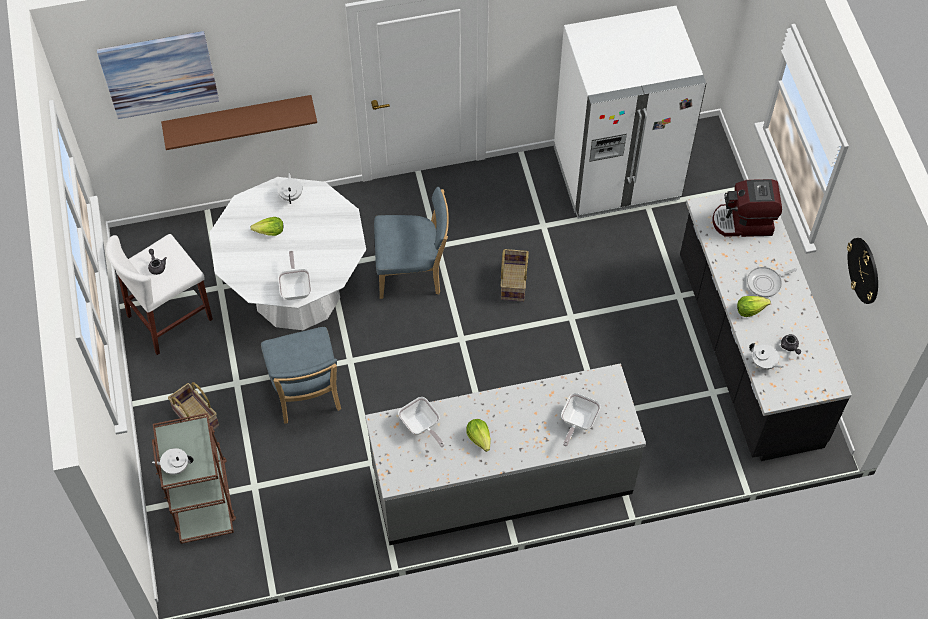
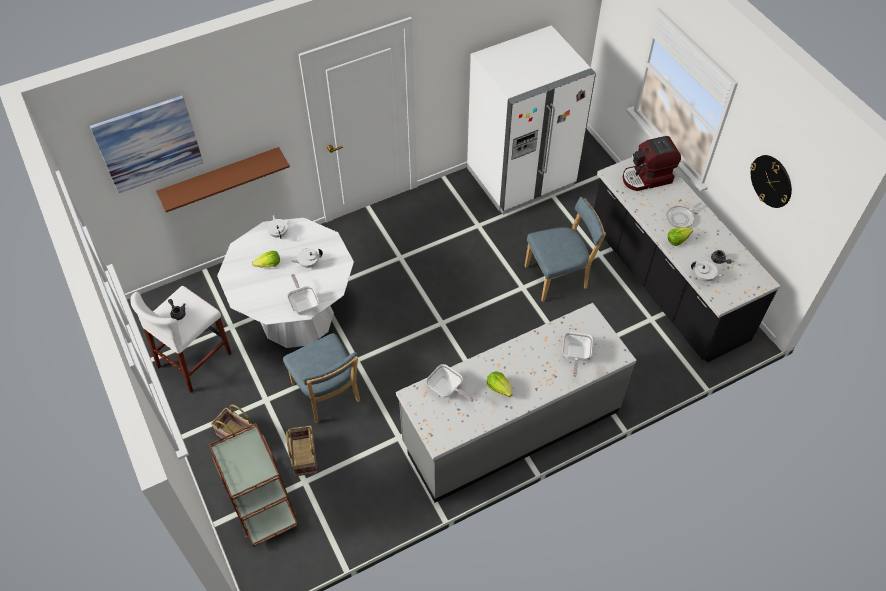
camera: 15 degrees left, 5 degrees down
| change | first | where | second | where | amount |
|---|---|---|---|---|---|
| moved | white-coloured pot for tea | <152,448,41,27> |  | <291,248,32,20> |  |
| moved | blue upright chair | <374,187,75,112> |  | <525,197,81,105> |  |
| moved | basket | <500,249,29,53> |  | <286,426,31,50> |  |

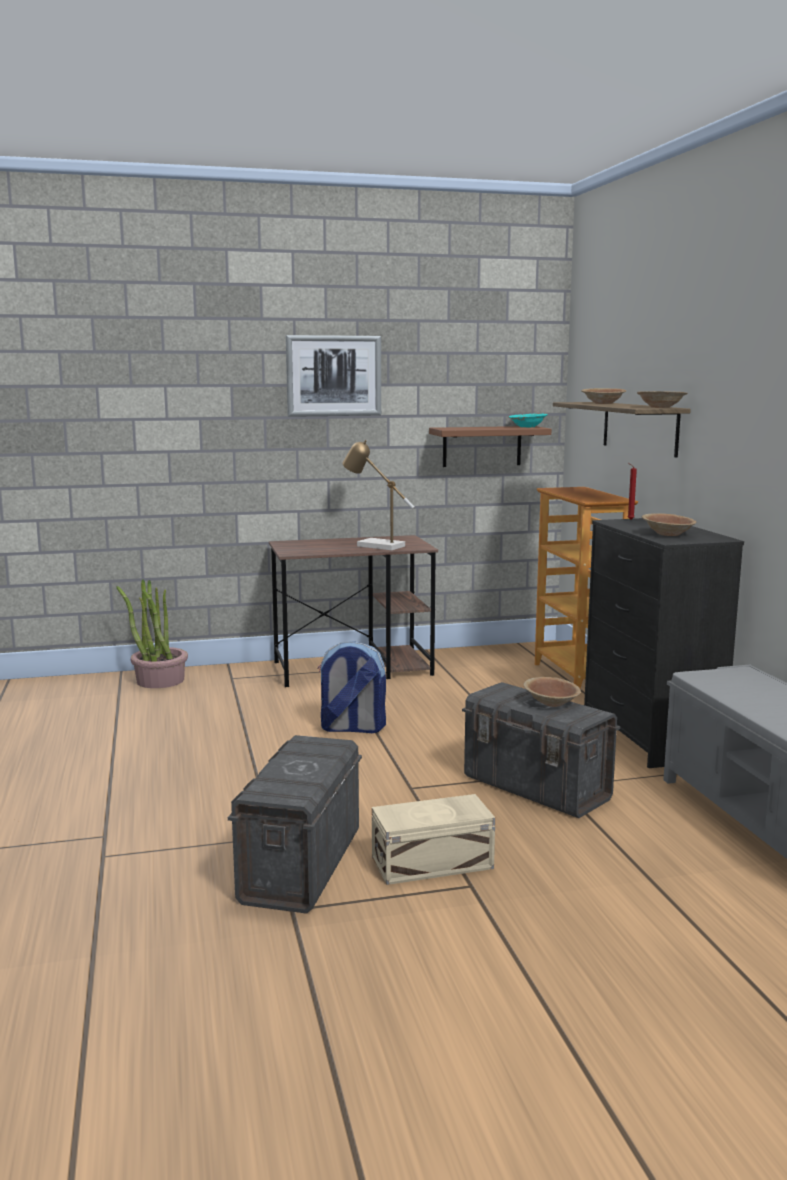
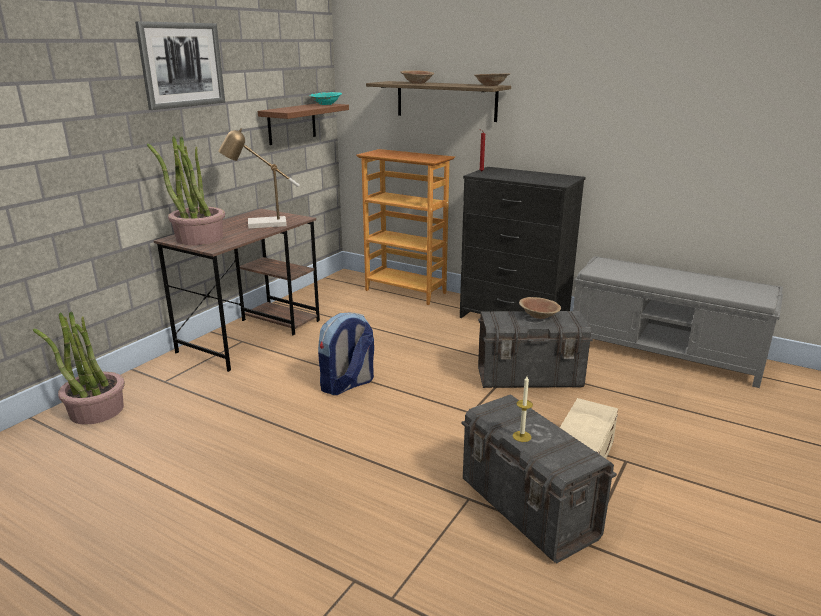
camera: 45 degrees left, 10 degrees up
| change | first | where | second | where | amount |
|---|---|---|---|---|---|
| removed | brown deep dish | <642,513,54,23> |  |  |  |
| added |  |  | potted plant | <147,136,78,109> |  |
| added |  |  | candle | <513,377,20,65> |  |

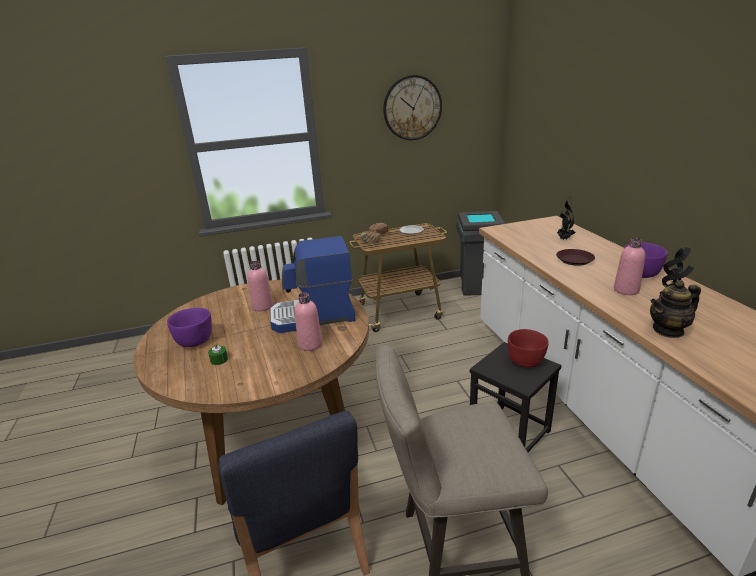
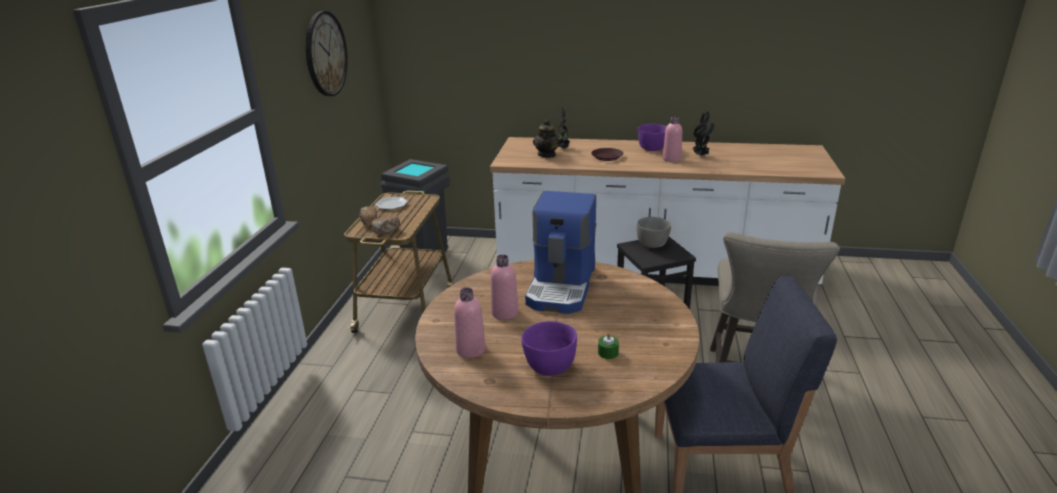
camera: 65 degrees left, 0 degrees up
| change | first | where | second | where | amount |
|---|---|---|---|---|---|
| moved | pinkish beverage bottle | <295,293,27,58> |  | <454,287,32,71> |  |
| recoloured | reddish deep dish | <508,329,41,38> | grey deep dish | <637,217,34,31> |  |
| moved | pot for tea | <650,280,51,58> |  | <533,119,27,39> |  |

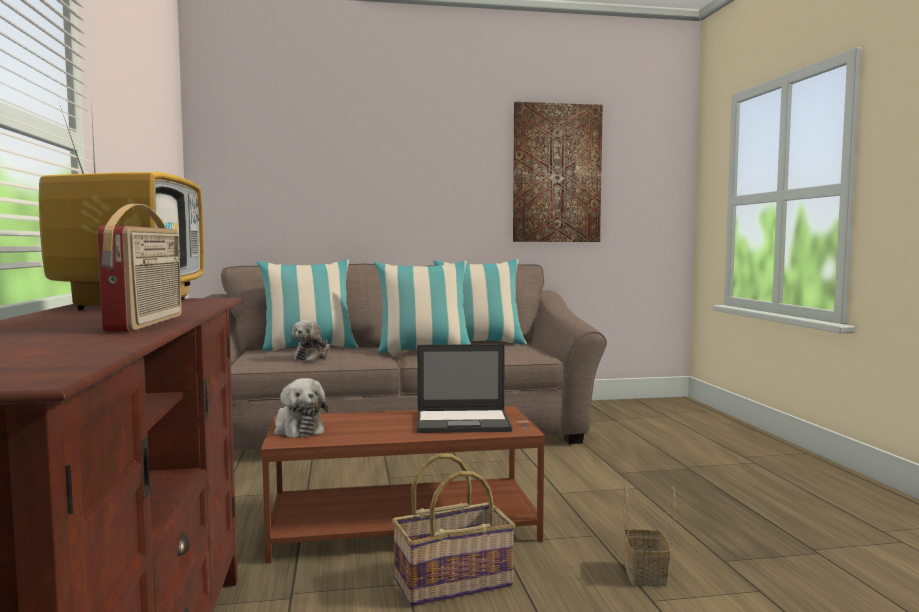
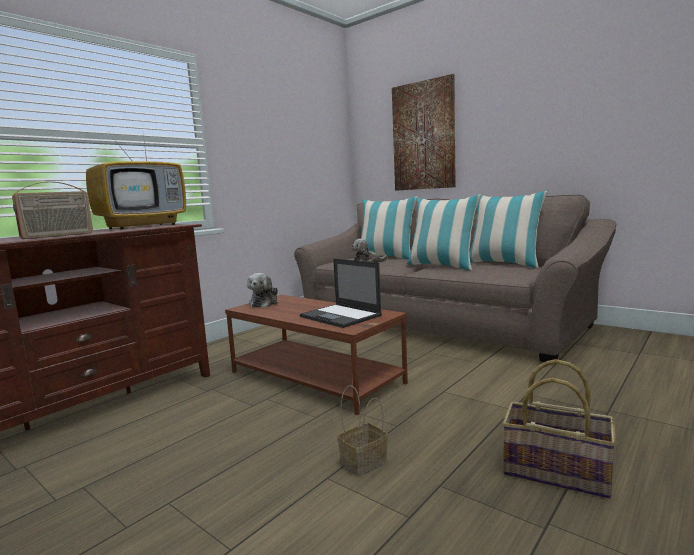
camera: 50 degrees right, 5 degrees up
| change | first | where | second | where | amount |
|---|---|---|---|---|---|
| moved | basket | <392,454,123,152> |  | <502,359,114,139> |  |
| moved | picture | <513,102,90,140> |  | <392,74,64,117> |  |

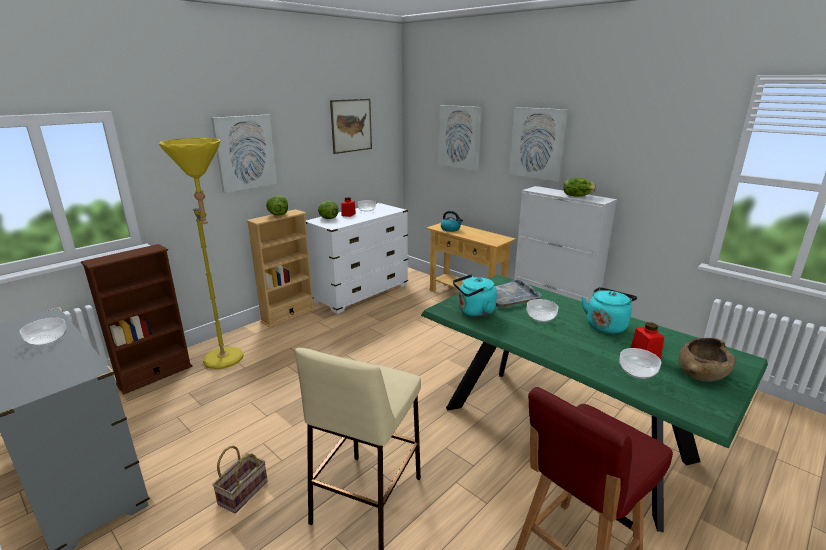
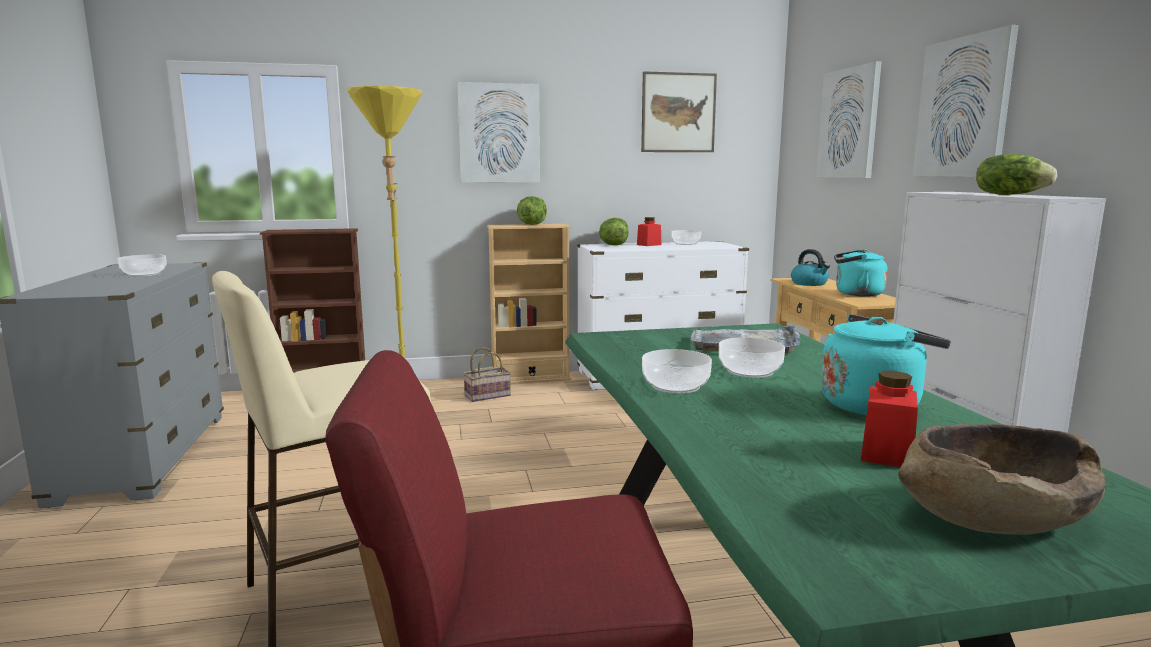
camera: 35 degrees right, 10 degrees down
| change | first | where | second | where | amount |
|---|---|---|---|---|---|
| moved | basket | <212,446,56,68> |  | <463,347,48,55> |  |
| moved | turquoise kettle | <453,274,44,43> |  | <834,249,53,48> |  |
| moved | deep dish | <619,348,42,31> |  | <642,349,70,45> |  |

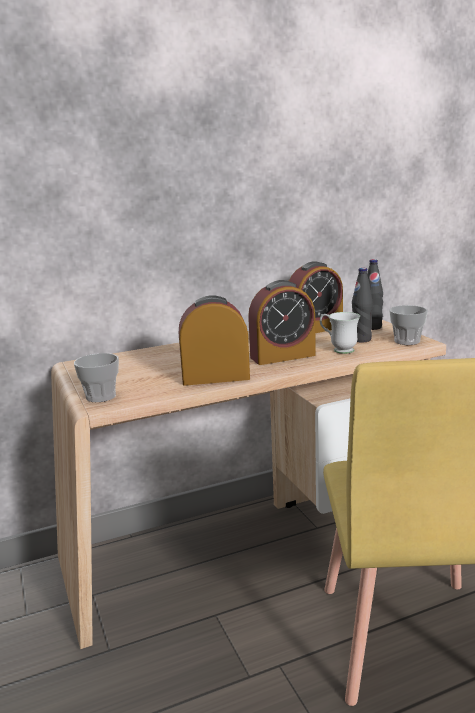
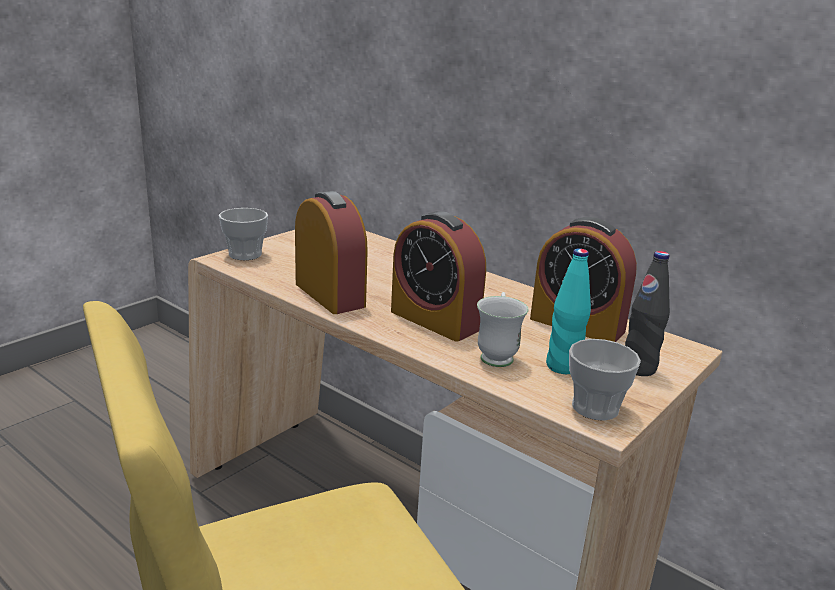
camera: 60 degrees right, 5 degrees up
| change | first | where | second | where | amount |
|---|---|---|---|---|---|
| recoloured | blackish beverage bottle | <352,268,21,75> | turquoise beverage bottle | <546,249,45,125> |  |

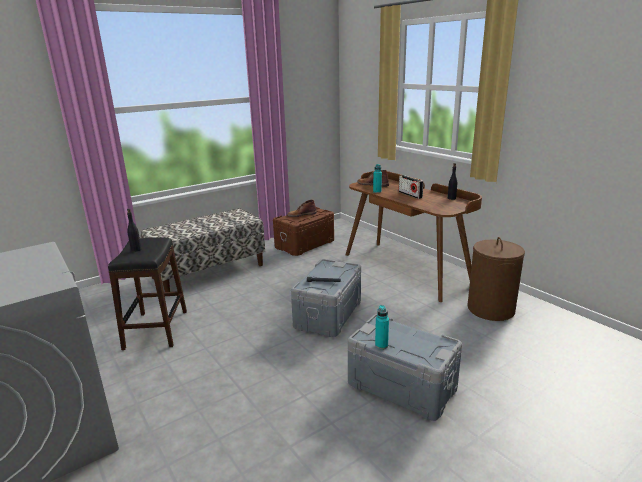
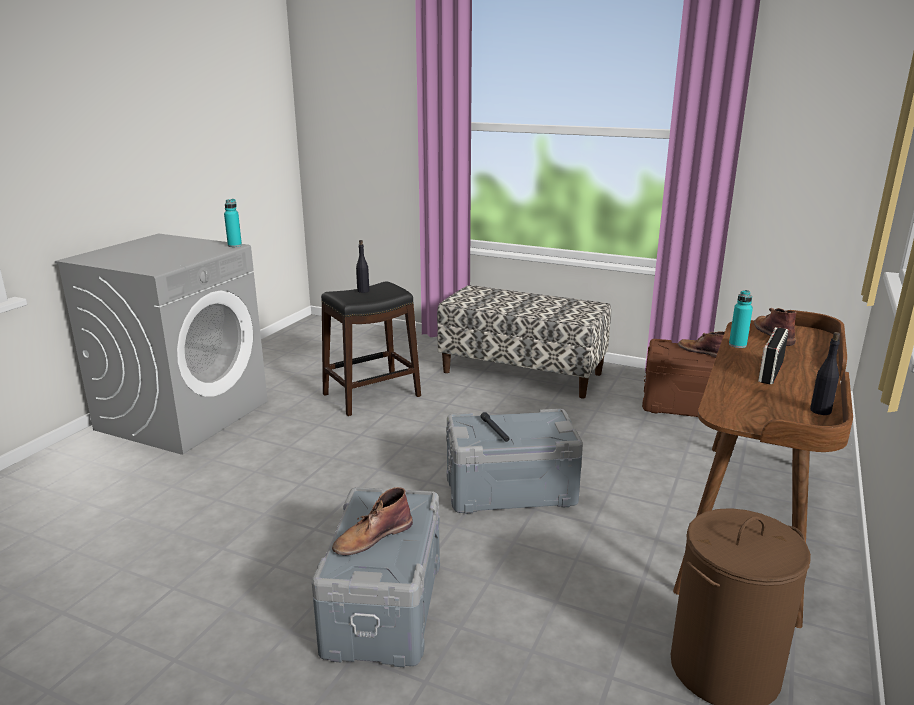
camera: 60 degrees right, 0 degrees up
| change | first | where | second | where | amount |
|---|---|---|---|---|---|
| moved | turquoise beverage bottle | <375,305,14,44> |  | <224,199,18,48> |  |
| added |  |  | brown tall boot | <332,487,81,69> |  |

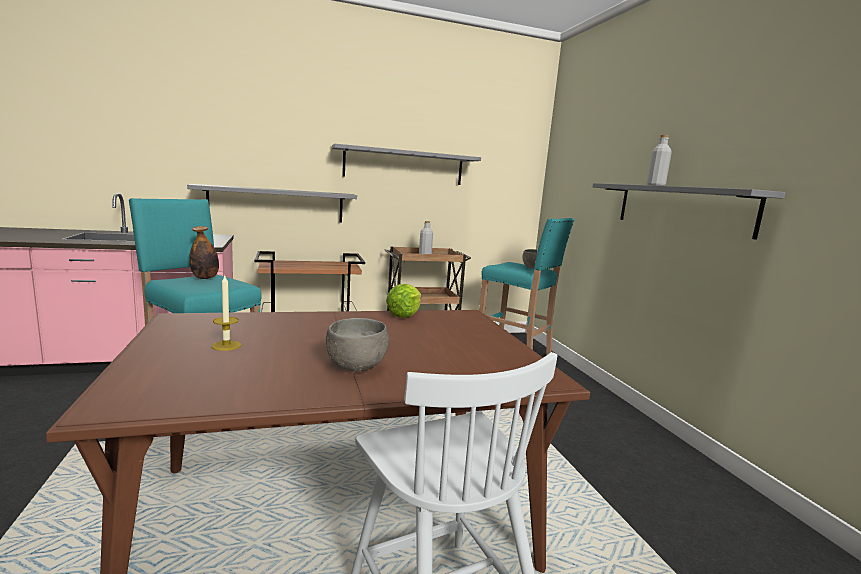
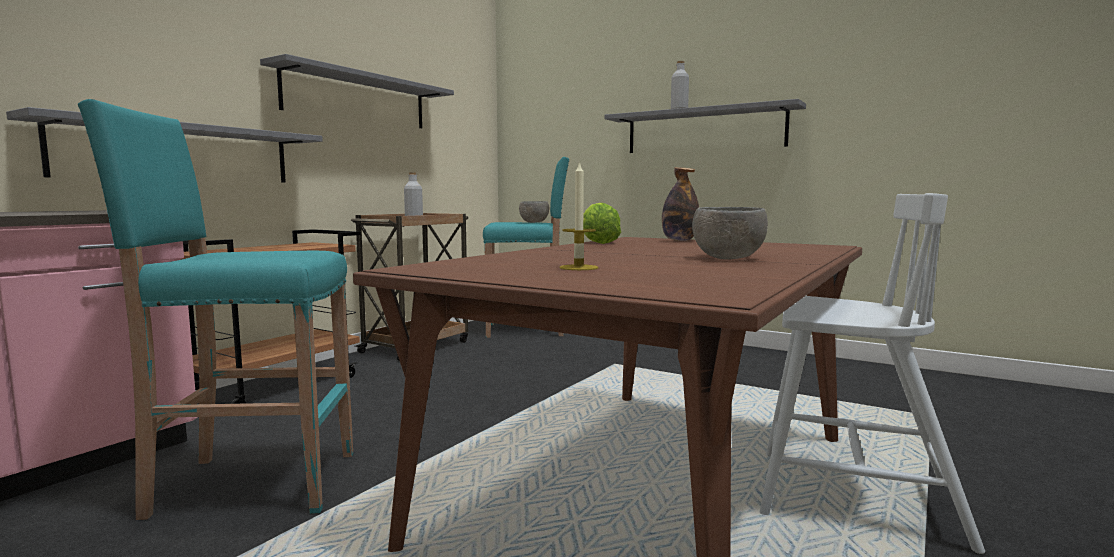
camera: 40 degrees left, 5 degrees down
| change | first | where | second | where | amount |
|---|---|---|---|---|---|
| moved | beverage bottle | <189,226,30,53> |  | <662,167,37,74> |  |

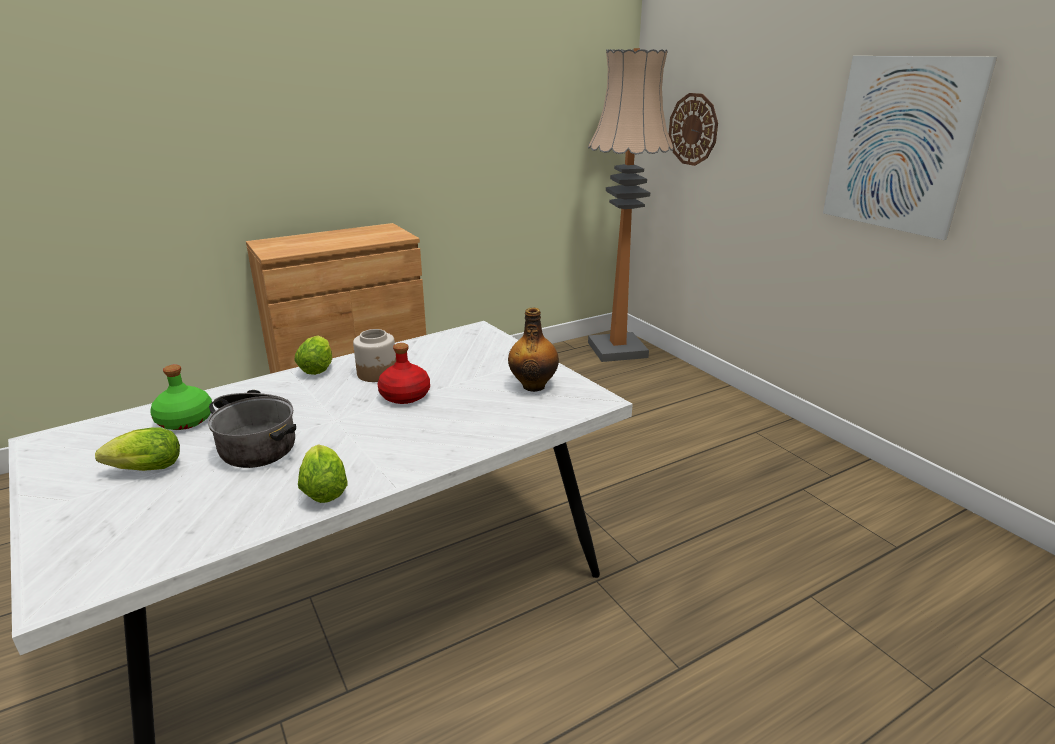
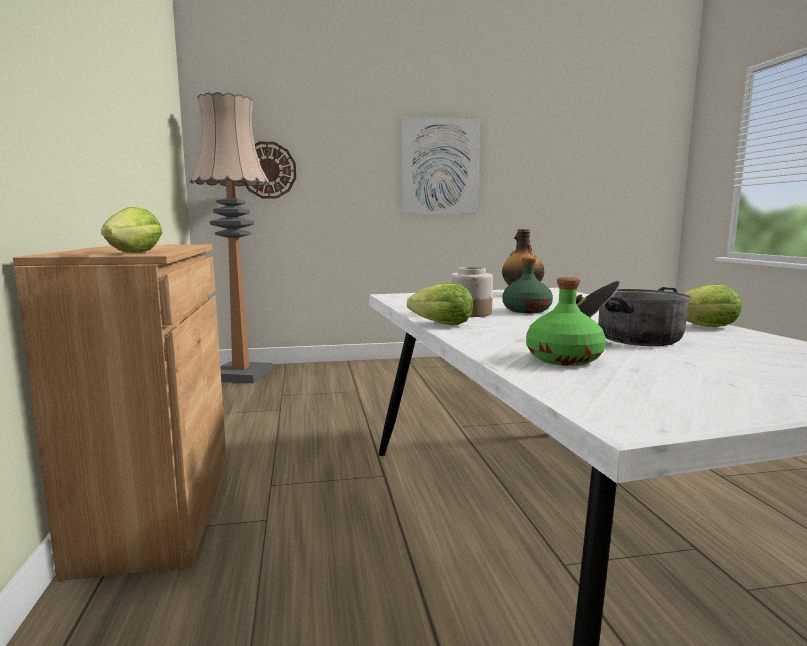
camera: 70 degrees left, 15 degrees down
| change | first | where | second | where | amount |
|---|---|---|---|---|---|
| moved | lettuce head | <95,427,85,44> |  | <101,207,61,46> |  |
| recoloured | reddish beverage bottle | <377,343,53,61> | green beverage bottle | <502,257,51,56> |  |

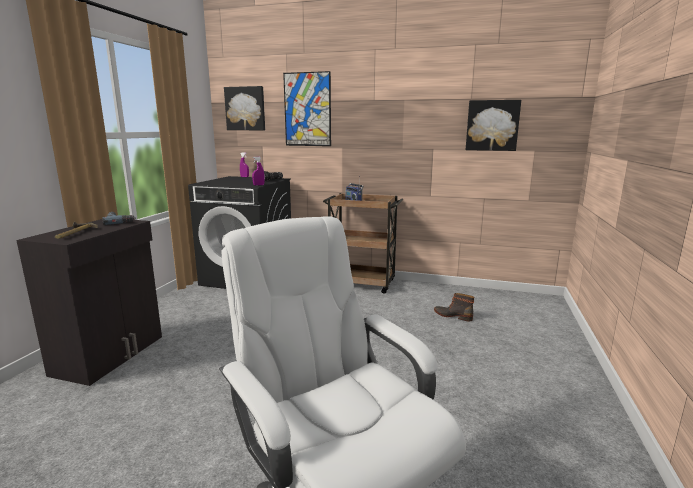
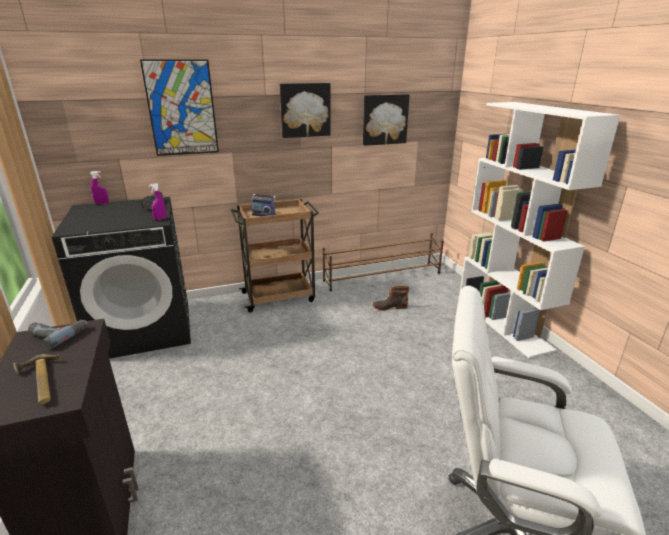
camera: 35 degrees left, 10 degrees up
| change | first | where | second | where | amount |
|---|---|---|---|---|---|
| moved | picture | <224,86,41,44> |  | <280,83,51,55> |  |
| added |  |  | brown shoe stand | <323,234,121,58> |  |
| added |  |  | white-coloured shelving unit | <459,102,162,256> |  |

